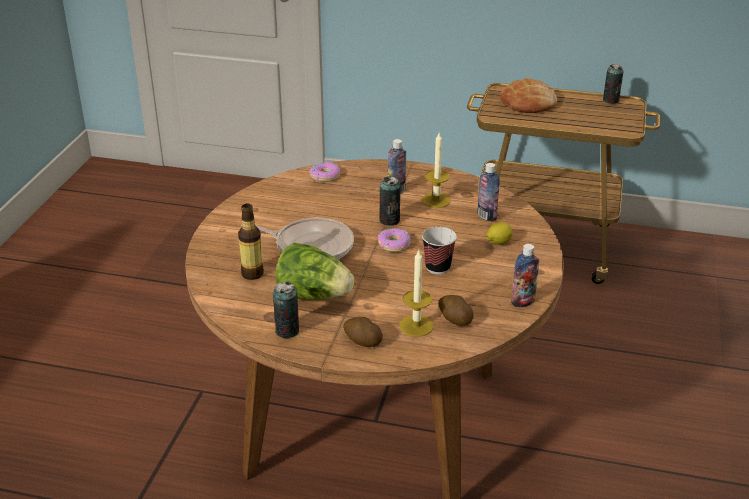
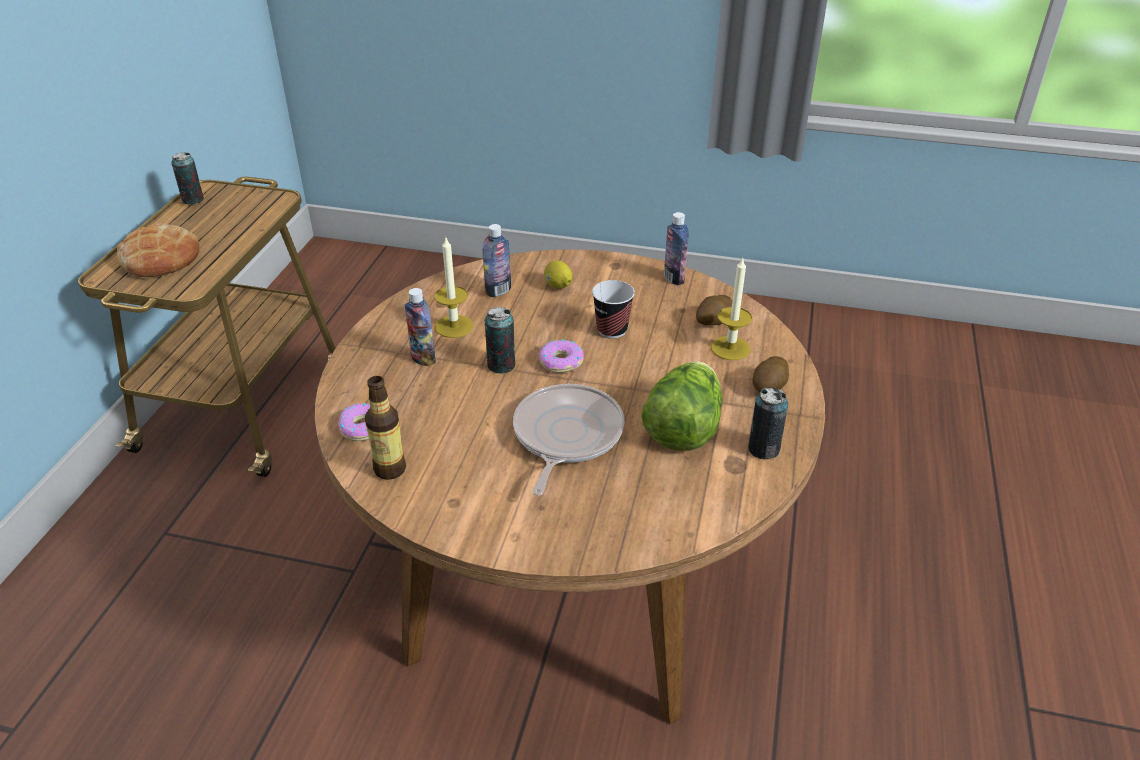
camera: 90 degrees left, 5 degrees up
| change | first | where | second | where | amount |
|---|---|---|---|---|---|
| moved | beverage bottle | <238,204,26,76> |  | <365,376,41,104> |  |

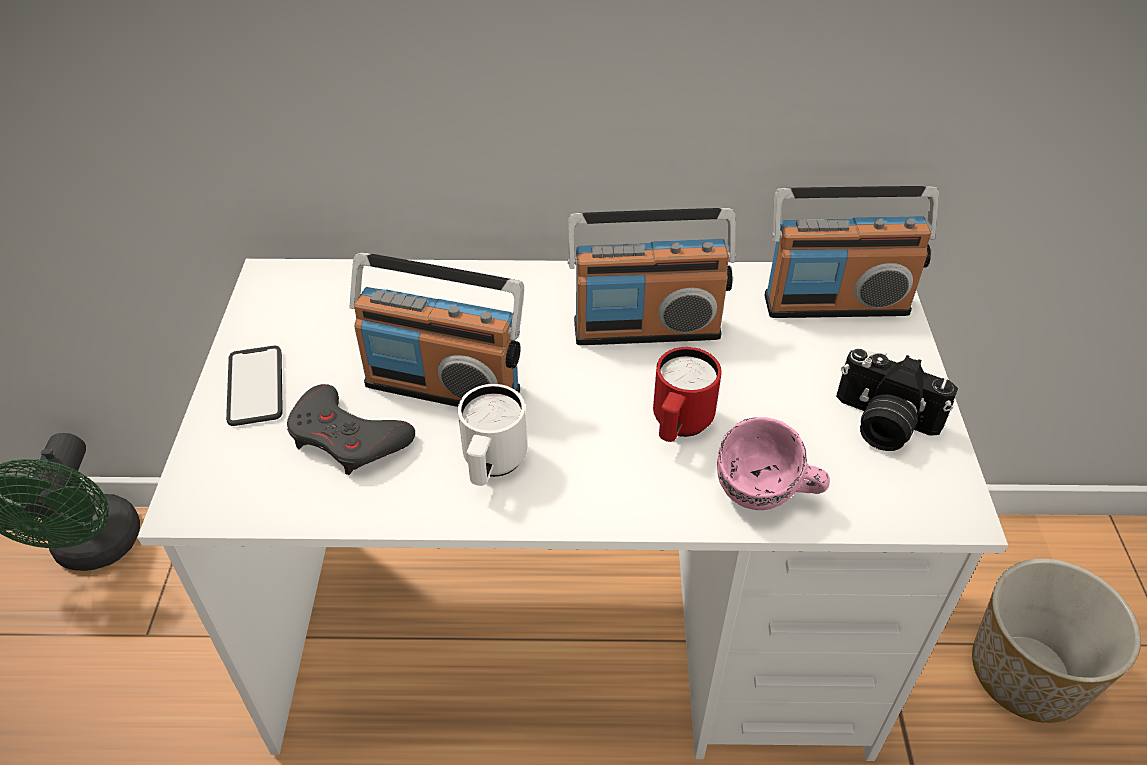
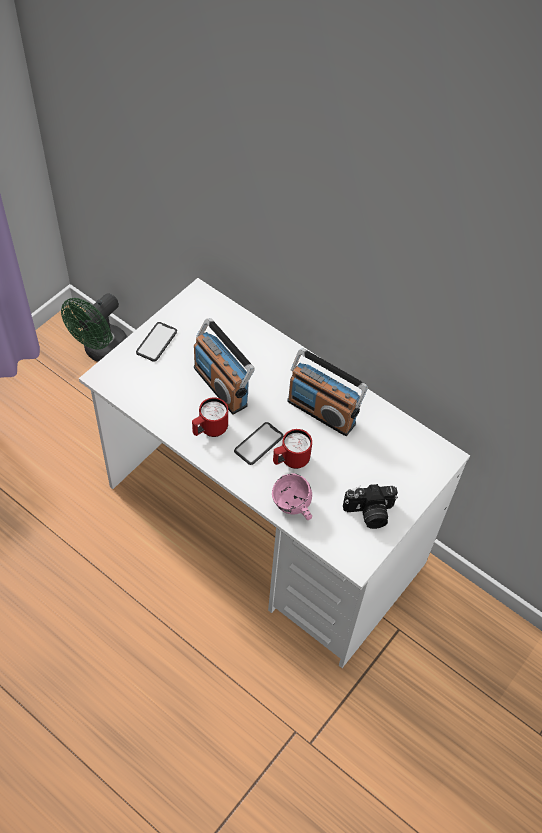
camera: 35 degrees right, 10 degrees up
| change | first | where | second | where | amount |
|---|---|---|---|---|---|
| removed | grey joypad | <287,384,128,91> |  |  |  |
| recoloured | white-coloured mug | <458,384,69,102> | reddish mug | <192,397,36,40> |  |
| removed | radio set | <764,186,175,132> |  |  |  |
| turned | still camera | <836,349,122,102> |  | <343,484,55,45> | 75 degrees counterclockwise |
| removed | planter | <972,559,169,164> |  |  |  |
| added |  |  | telephone | <234,422,50,43> |  |

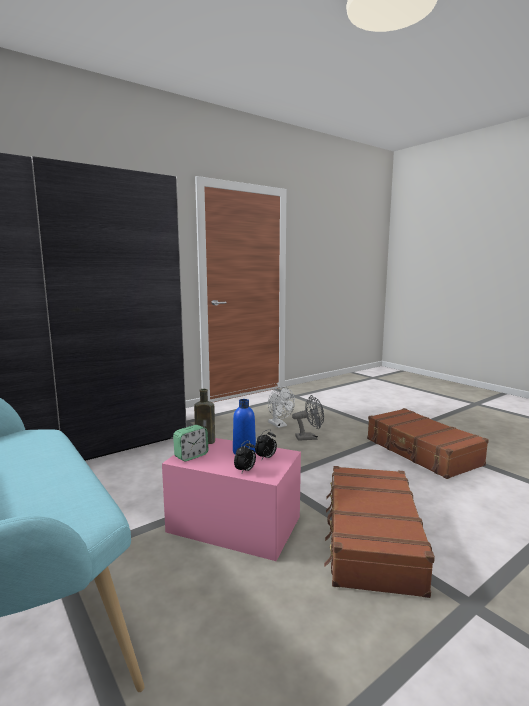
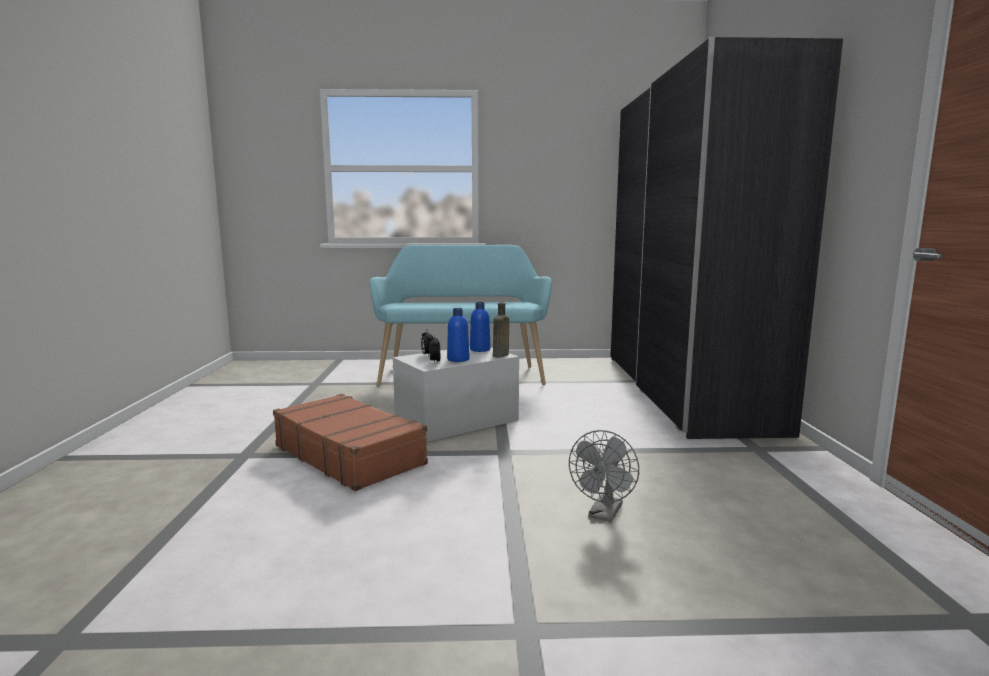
camera: 125 degrees right, 0 degrees up
| change | first | where | second | where | amount |
|---|---|---|---|---|---|
| recoloured | pinkish storage box | <162,438,139,123> | white-coloured storage box | <393,347,126,95> |  |
| replaced | table clock | <173,425,35,36> | blue beverage bottle | <470,302,21,50> |  |
| removed | white-coloured cooling fan | <268,386,27,42> |  |  |  |
| removed | brown travel case | <367,408,122,71> |  |  |  |

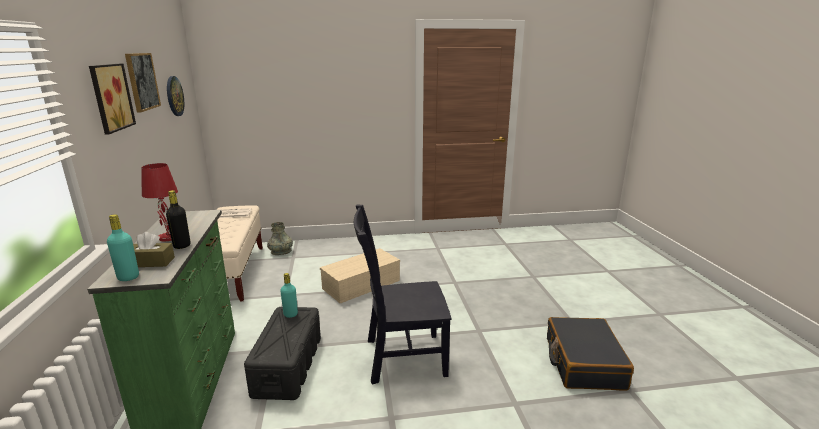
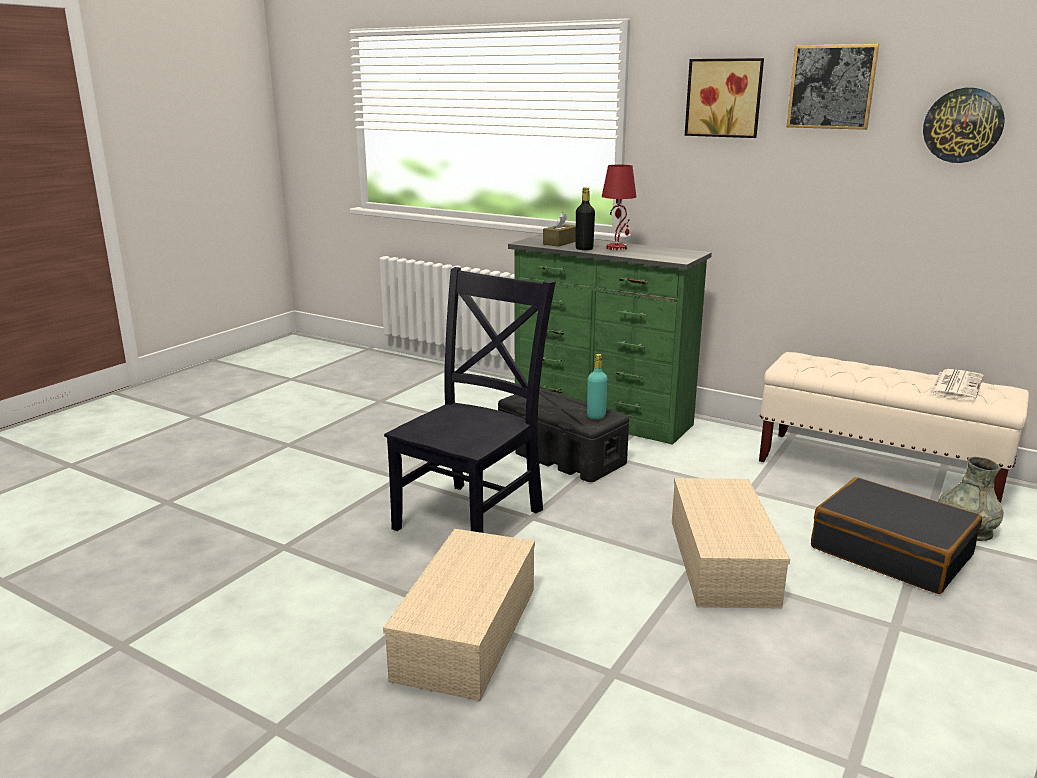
camera: 130 degrees right, 0 degrees up
| change | first | where | second | where | amount |
|---|---|---|---|---|---|
| removed | turquoise beverage bottle | <107,214,32,67> |  |  |  |
| moved | blackish travel case | <547,317,87,74> |  | <811,477,171,117> |  |
| added |  |  | beige-coloured storage box | <383,529,152,172> |  |

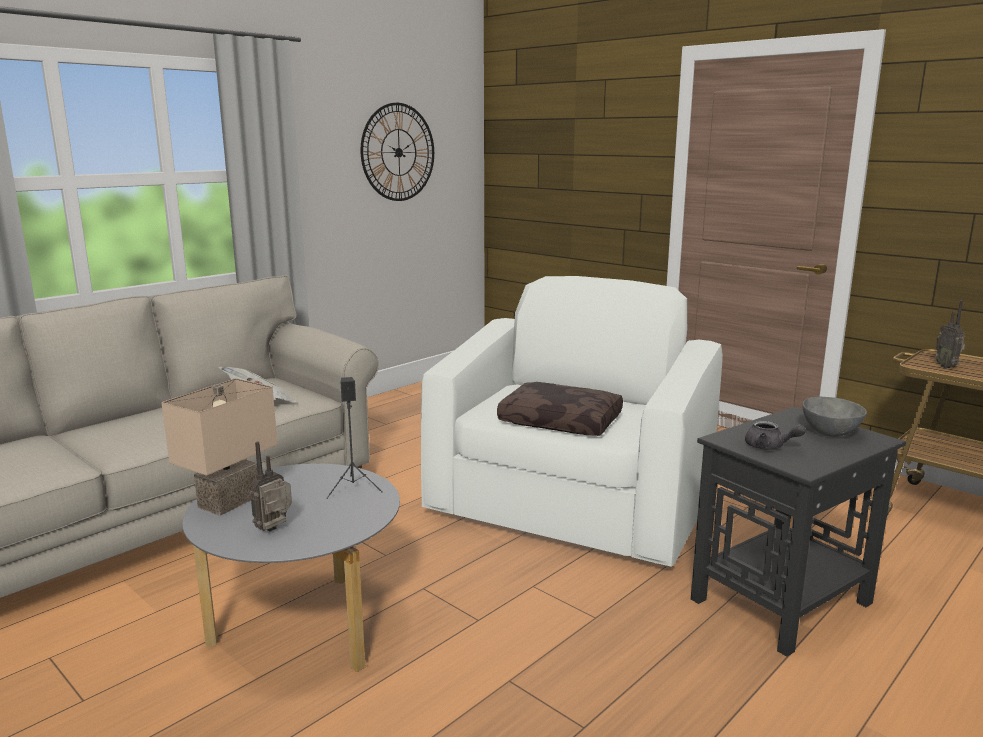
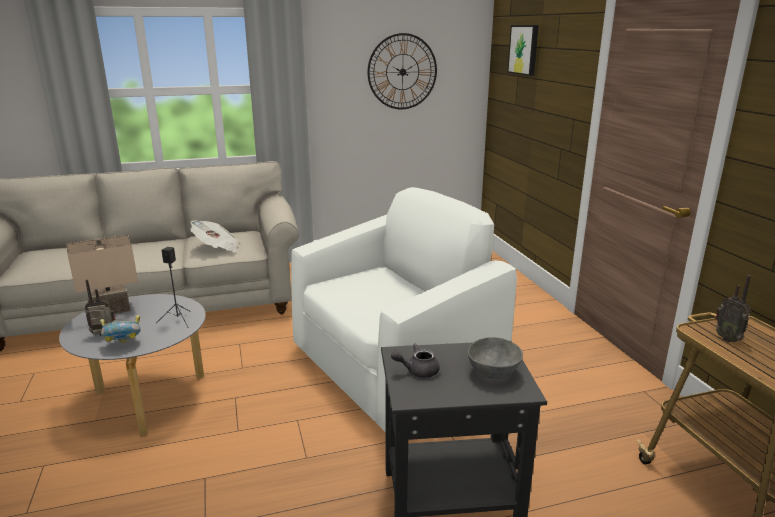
camera: 30 degrees right, 5 degrees up
| change | first | where | second | where | amount |
|---|---|---|---|---|---|
| removed | brown throw pillow | <497,382,126,54> |  |  |  |
| turned | grey pot for tea | <745,420,61,30> |  | <391,344,49,34> | 105 degrees clockwise |
| turned | radio set | <936,300,29,68> |  | <715,275,36,67> | 45 degrees counterclockwise |
| added |  |  | deep dish | <100,315,41,28> |  |
| added |  |  | picture | <507,25,32,51> |  |

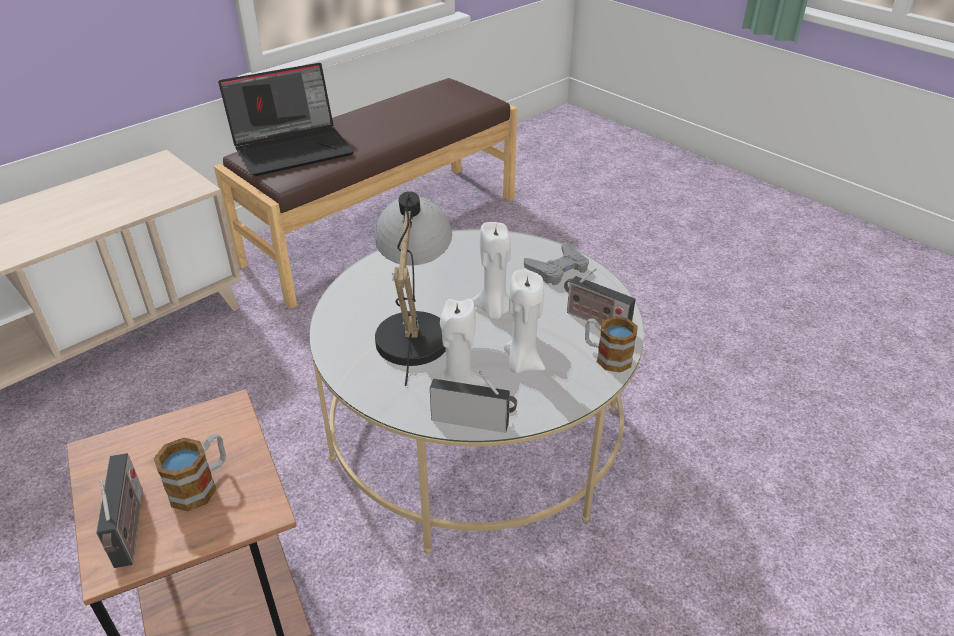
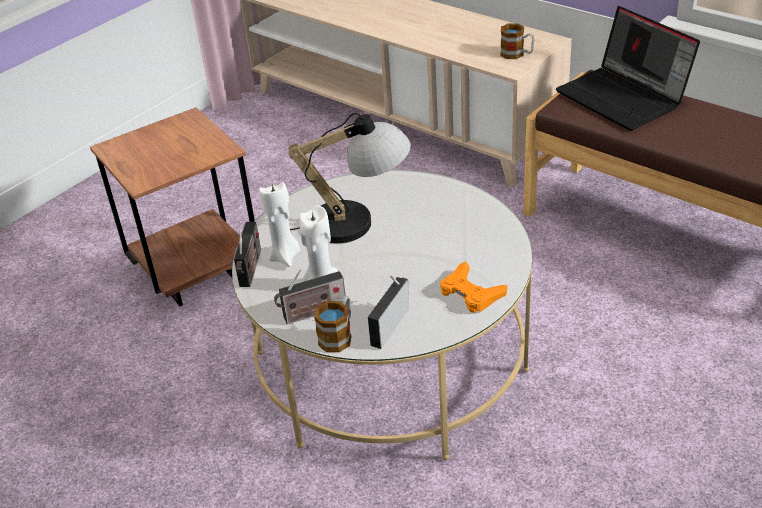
camera: 85 degrees right, 0 degrees up
| change | first | where | second | where | amount |
|---|---|---|---|---|---|
| moved | radio set | <96,453,47,115> |  | <274,269,72,55> |  |
| moved | mug | <153,433,73,78> |  | <500,24,35,35> |  |
| removed | white-coloured candle | <472,222,39,97> |  |  |  |
| recoloured | grey joypad | <524,241,65,44> | orange-coloured joypad | <440,261,67,52> |  |

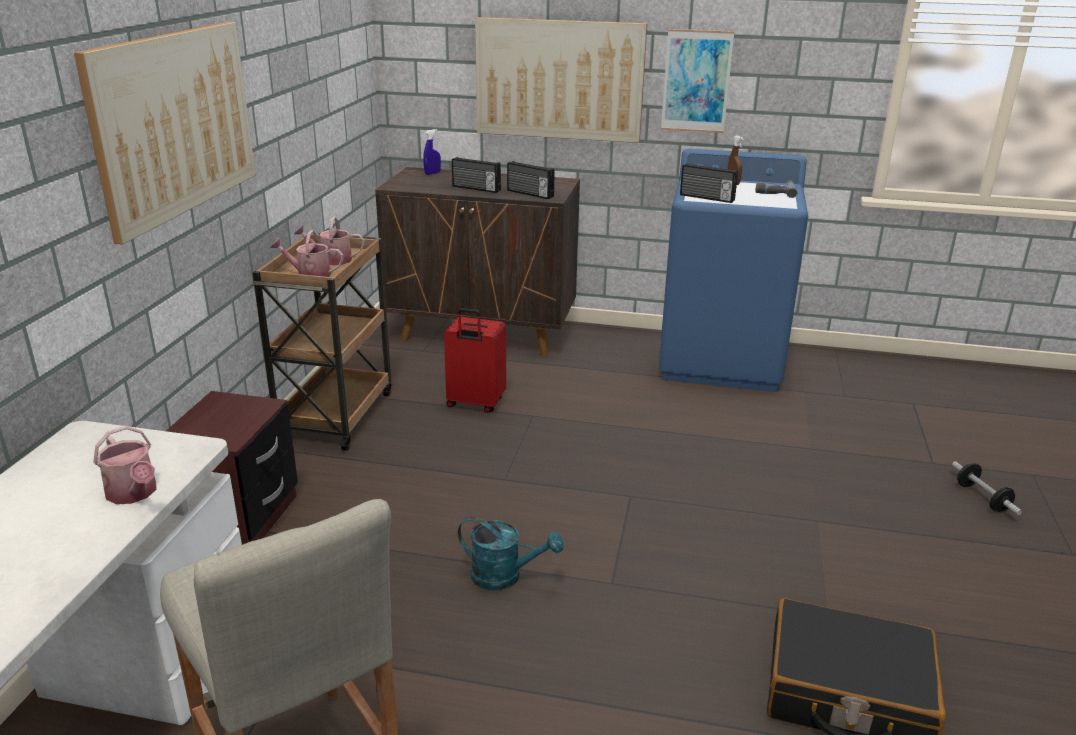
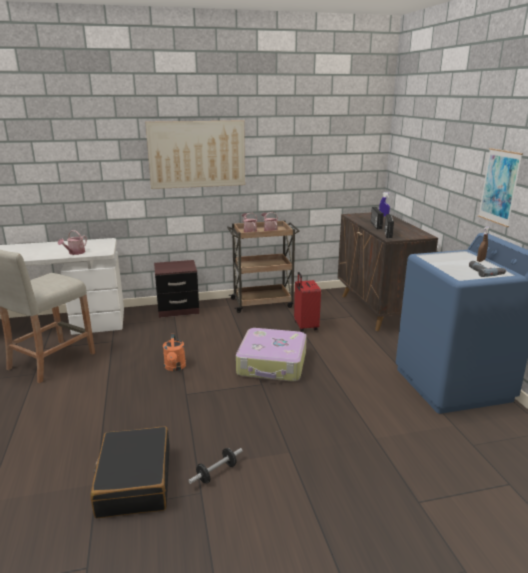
camera: 65 degrees right, 5 degrees down
| change | first | where | second | where | amount |
|---|---|---|---|---|---|
| recoloured | turquoise watering pot | <458,516,106,74> | orange-coloured watering pot | <163,334,23,37> |  |
| removed | picture | <475,17,172,126> |  |  |  |
| removed | radio set | <680,163,58,40> |  |  |  |
| moved | hand weight | <952,461,70,54> |  | <188,448,55,36> |  |
| added |  |  | travel case | <236,328,71,54> |  |

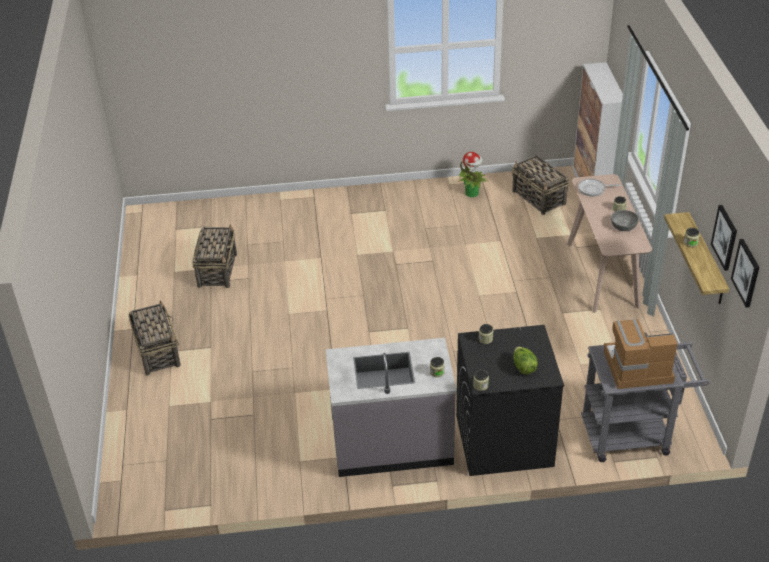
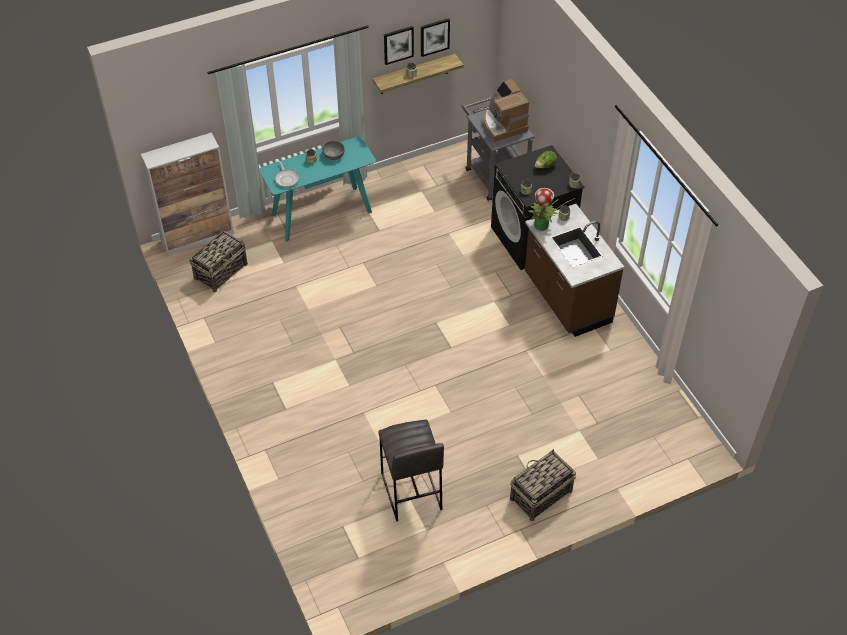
camera: 110 degrees left, 10 degrees up
| change | first | where | second | where | amount |
|---|---|---|---|---|---|
| replaced | basket | <192,224,45,64> | grey sitting stool | <378,419,66,103> |  |
| recoloured | grey kitchen counter | <325,338,132,139> | brown kitchen counter | <525,204,99,133> |  |
| moved | potted plant | <458,152,30,45> |  | <529,188,29,43> |  |
| recoloured | beige-coloured narrow table | <567,174,85,139> | turquoise narrow table | <259,137,117,104> |  |
| moved | picture | <731,239,28,69> |  | <384,26,30,39> |  |

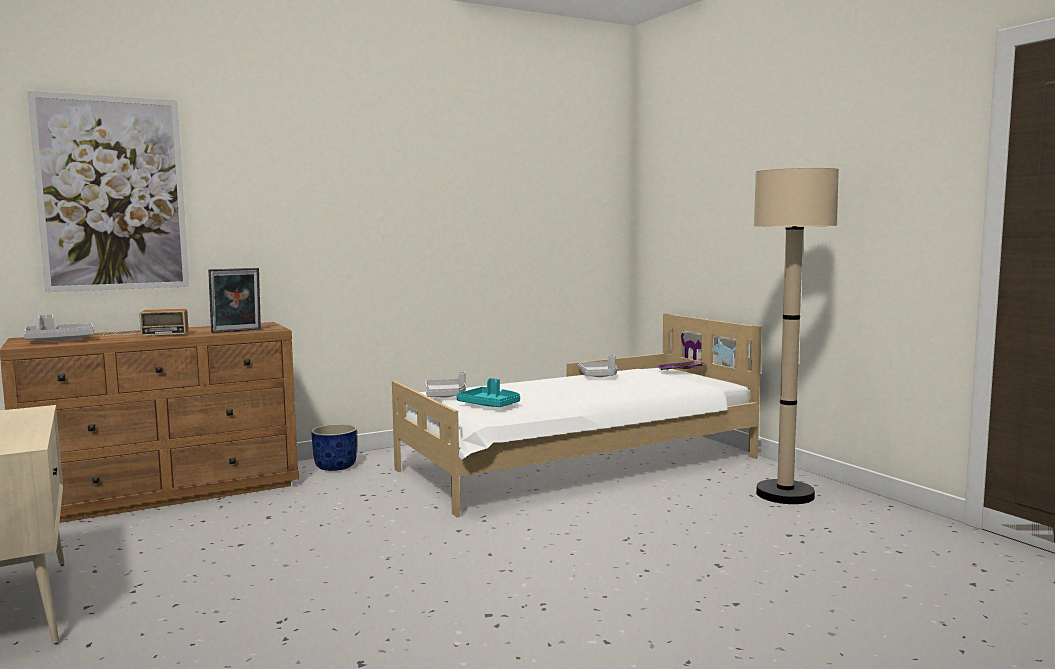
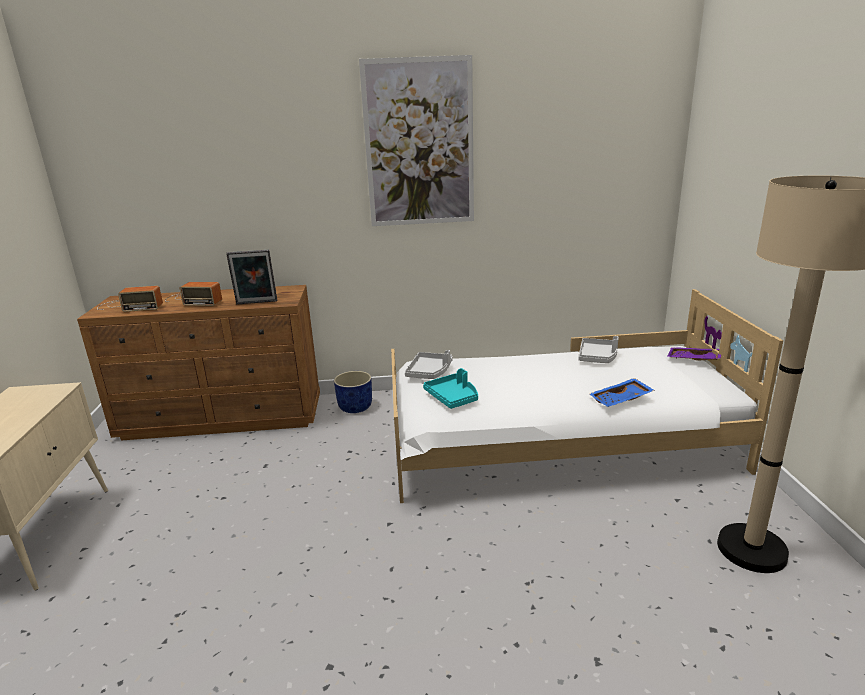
camera: 25 degrees right, 15 degrees up
| change | first | where | second | where | amount |
|---|---|---|---|---|---|
| replaced | grey tray | <24,314,70,27> | radio set | <97,286,66,26> |  |
| moved | picture | <27,91,162,201> |  | <359,55,115,171> |  |
| added |  |  | blue tray | <590,378,65,29> |  |

